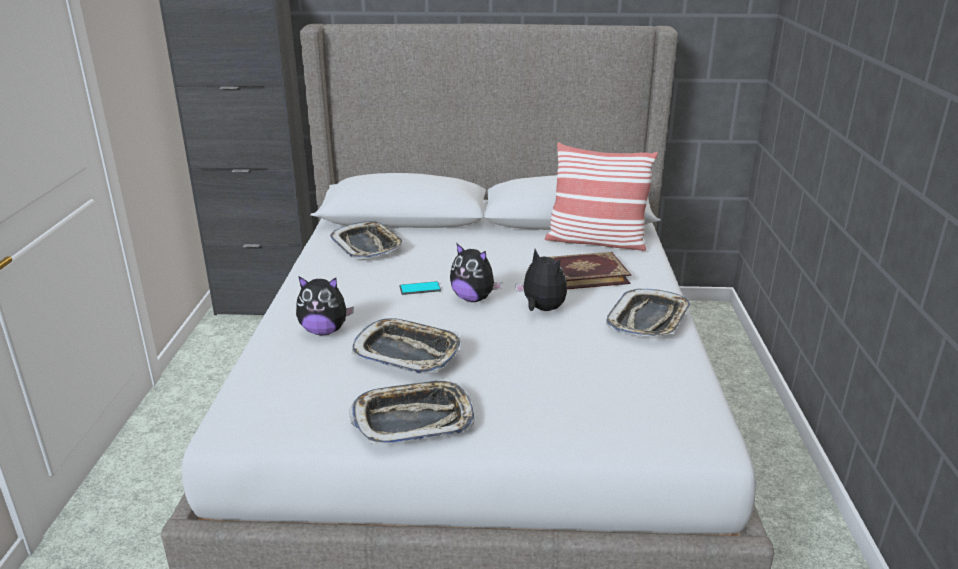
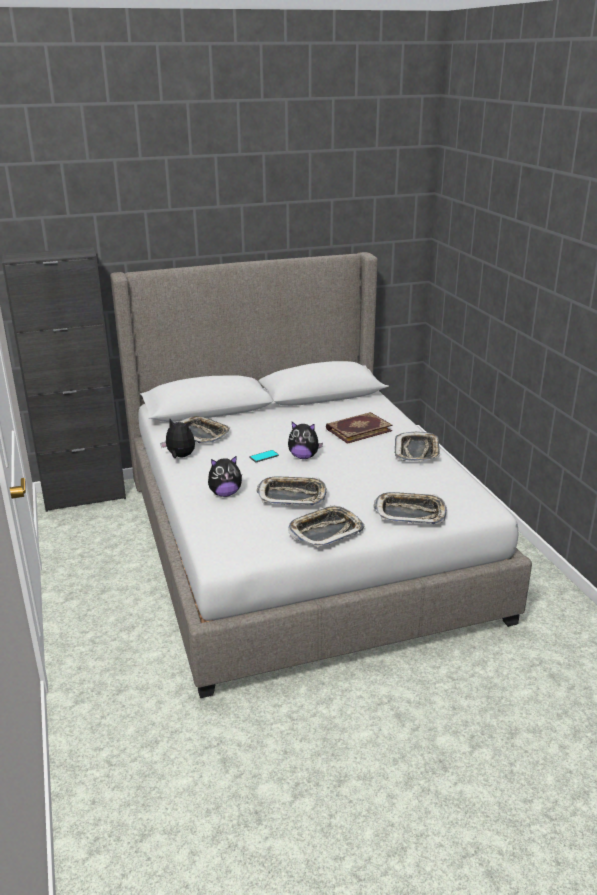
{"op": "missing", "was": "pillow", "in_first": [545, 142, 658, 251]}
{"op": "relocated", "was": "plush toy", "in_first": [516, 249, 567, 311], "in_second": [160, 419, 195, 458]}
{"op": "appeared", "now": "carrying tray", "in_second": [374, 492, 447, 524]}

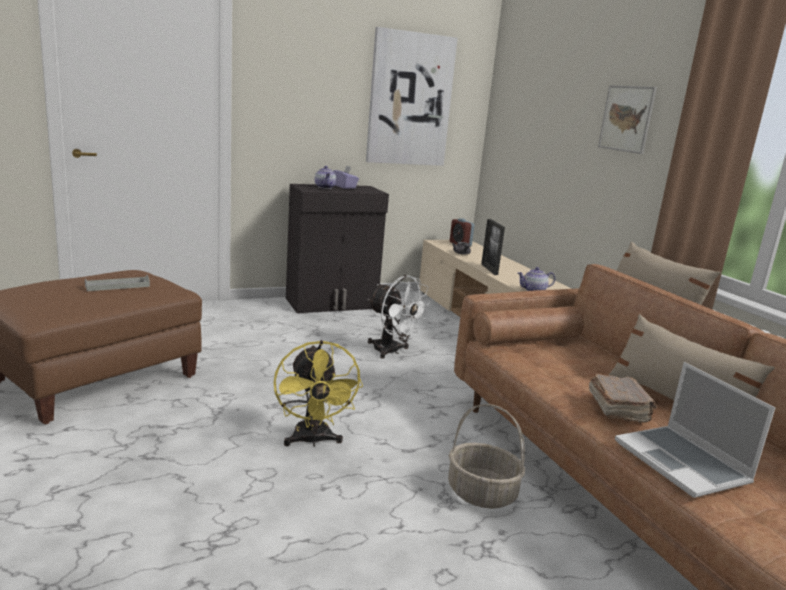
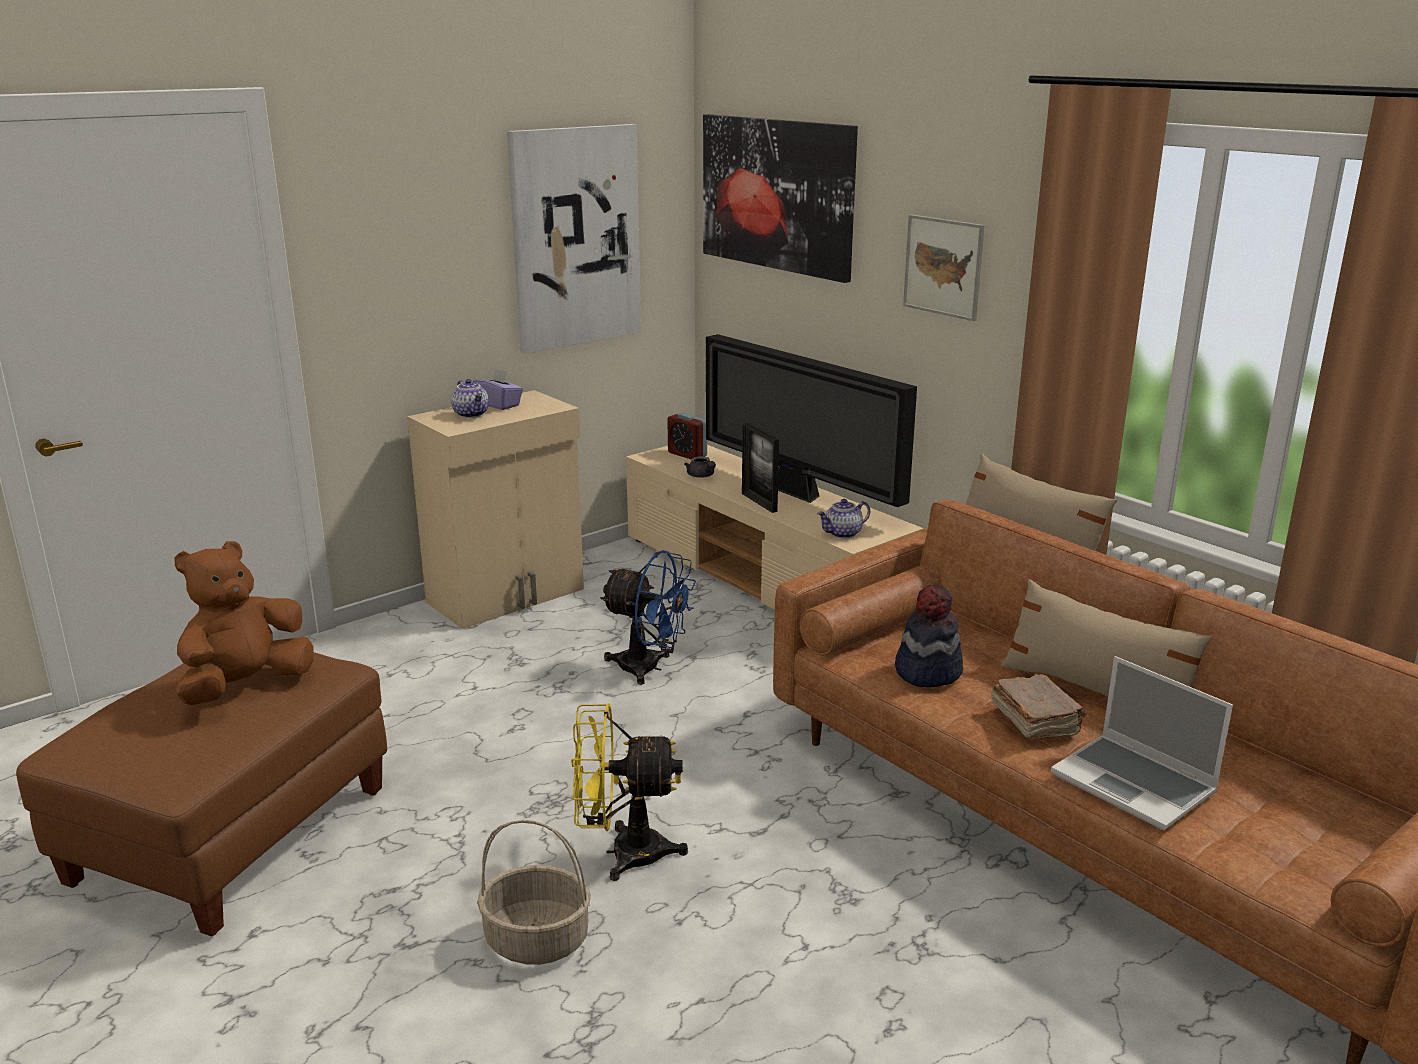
{"op": "colour", "was": "black-coloured cupboard", "now": "beige-coloured cupboard", "in_first": [286, 184, 389, 313], "in_second": [407, 390, 584, 629]}
{"op": "exchanged", "was": "grey carrying tray", "now": "brownish plush toy", "in_first": [85, 275, 150, 291], "in_second": [175, 541, 314, 705]}
{"op": "colour", "was": "white-coloured cooling fan", "now": "blue-coloured cooling fan", "in_first": [367, 275, 430, 359], "in_second": [600, 550, 696, 685]}
{"op": "spun", "was": "yellow cooling fan", "in_first": [274, 340, 363, 447], "in_second": [571, 703, 688, 881], "clockwise": 120}
{"op": "relocated", "was": "basket", "in_first": [448, 404, 525, 509], "in_second": [477, 820, 591, 965]}
{"op": "appeared", "now": "wall picture", "in_second": [703, 114, 858, 283]}
{"op": "appeared", "now": "TV", "in_second": [706, 334, 917, 508]}
{"op": "appeared", "now": "wearable hat", "in_second": [895, 585, 963, 687]}

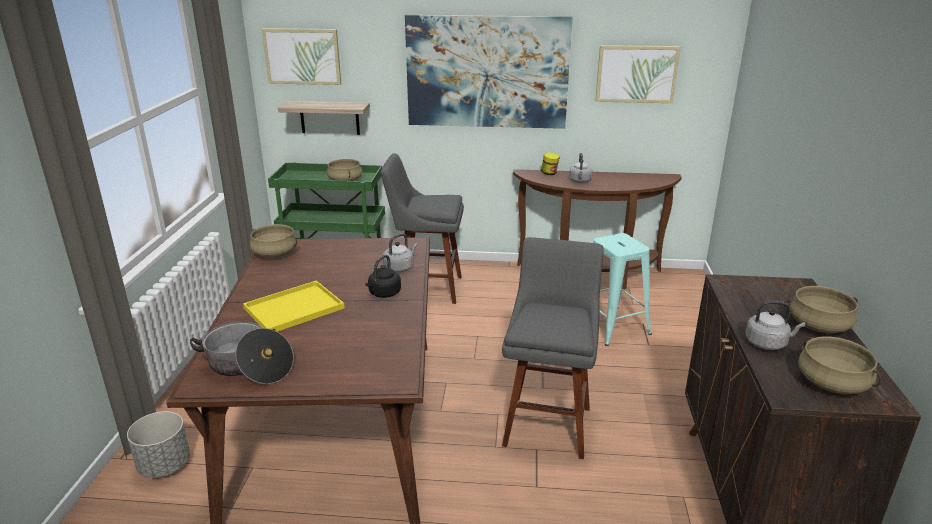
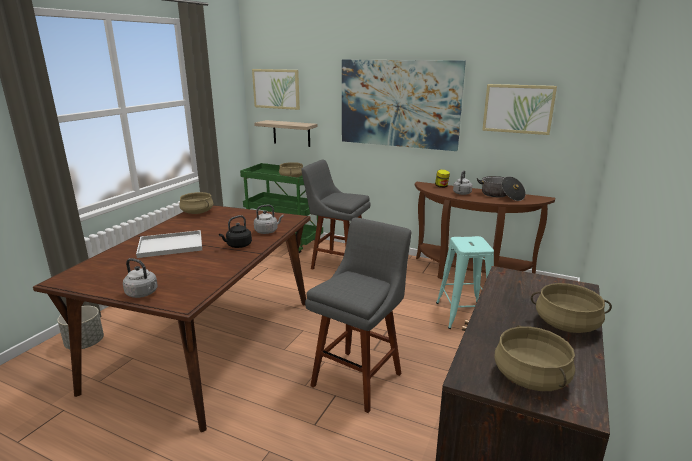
{"op": "colour", "was": "yellow carrying tray", "now": "white-coloured carrying tray", "in_first": [243, 281, 345, 332], "in_second": [136, 230, 202, 258]}
{"op": "relocated", "was": "grey water kettle", "in_first": [745, 301, 805, 350], "in_second": [123, 258, 157, 298]}
{"op": "relocated", "was": "stockpot", "in_first": [190, 321, 294, 384], "in_second": [477, 176, 526, 201]}

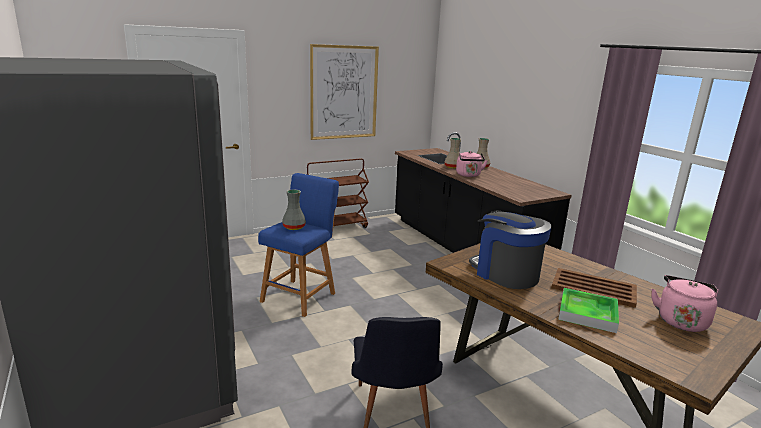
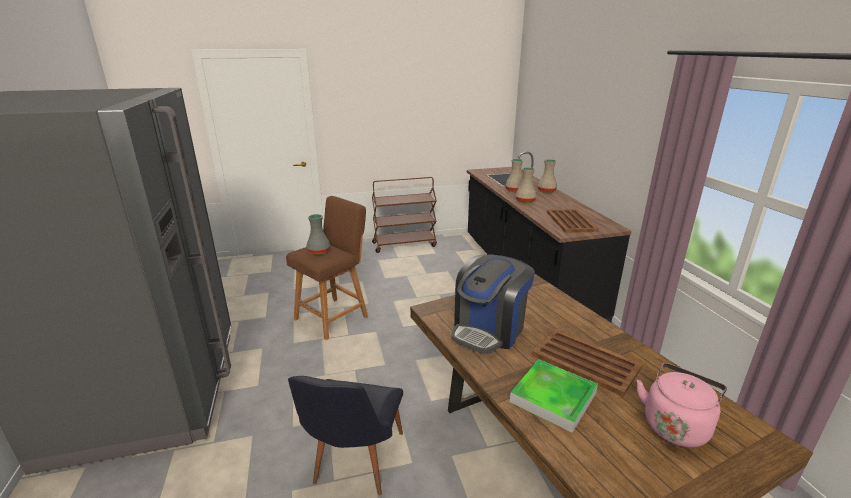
{"op": "missing", "was": "wall picture", "in_first": [310, 44, 379, 140]}
{"op": "exchanged", "was": "pink-coloured water kettle", "now": "beige-coloured decorative vase", "in_first": [456, 151, 488, 177], "in_second": [516, 167, 537, 203]}
{"op": "colour", "was": "blue-coloured stool", "now": "brownish stool", "in_first": [258, 173, 339, 317], "in_second": [286, 196, 368, 340]}
{"op": "spun", "was": "coffee brewer", "in_first": [469, 210, 551, 289], "in_second": [451, 254, 535, 354], "clockwise": -120}
{"op": "appeared", "now": "brownish carrying tray", "in_second": [547, 209, 599, 233]}

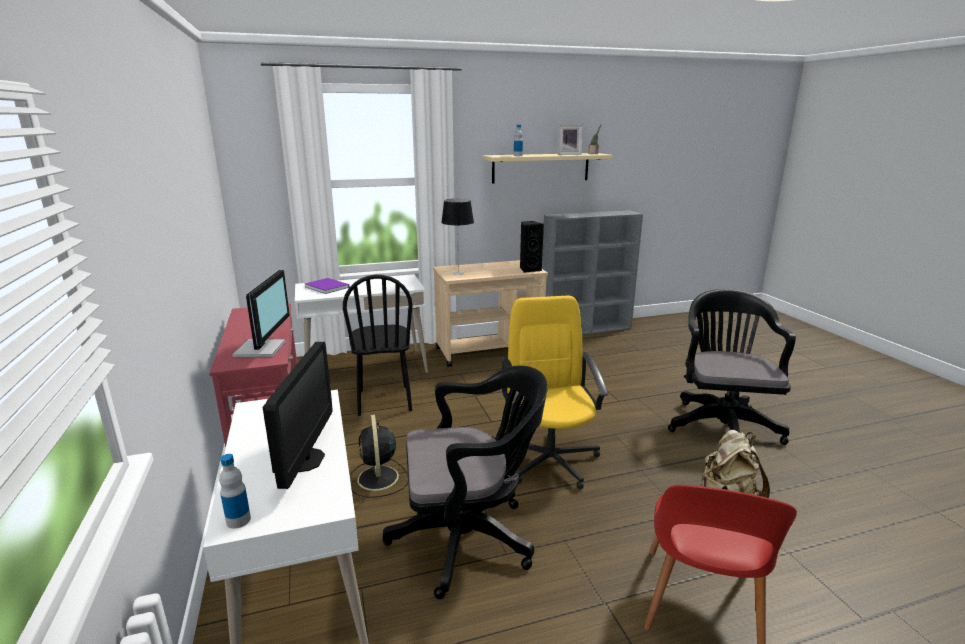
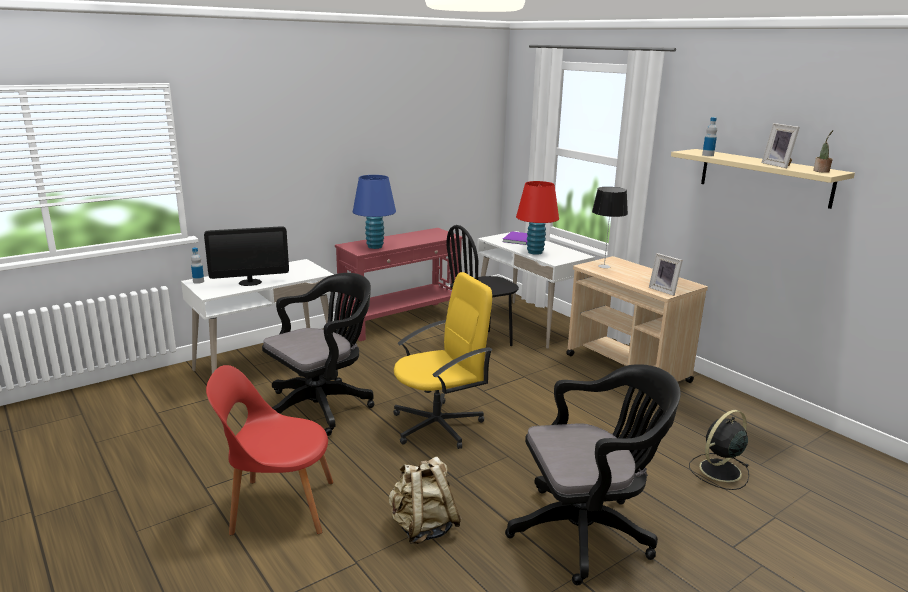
{"op": "missing", "was": "grey bookcase", "in_first": [542, 210, 643, 335]}
{"op": "exchanged", "was": "black-coloured loudspeaker", "now": "picture frame", "in_first": [520, 221, 544, 273], "in_second": [649, 253, 683, 296]}
{"op": "exchanged", "was": "computer screen", "now": "blue-coloured table lamp", "in_first": [232, 270, 290, 357], "in_second": [353, 175, 396, 249]}
{"op": "spun", "was": "black-coloured desk chair", "in_first": [382, 366, 548, 599], "in_second": [262, 273, 374, 436], "clockwise": -105}
{"op": "relocated", "was": "black-coloured cooling fan", "in_first": [350, 414, 408, 498], "in_second": [689, 410, 749, 490]}
{"op": "appeared", "now": "red-coloured table lamp", "in_second": [516, 181, 559, 255]}

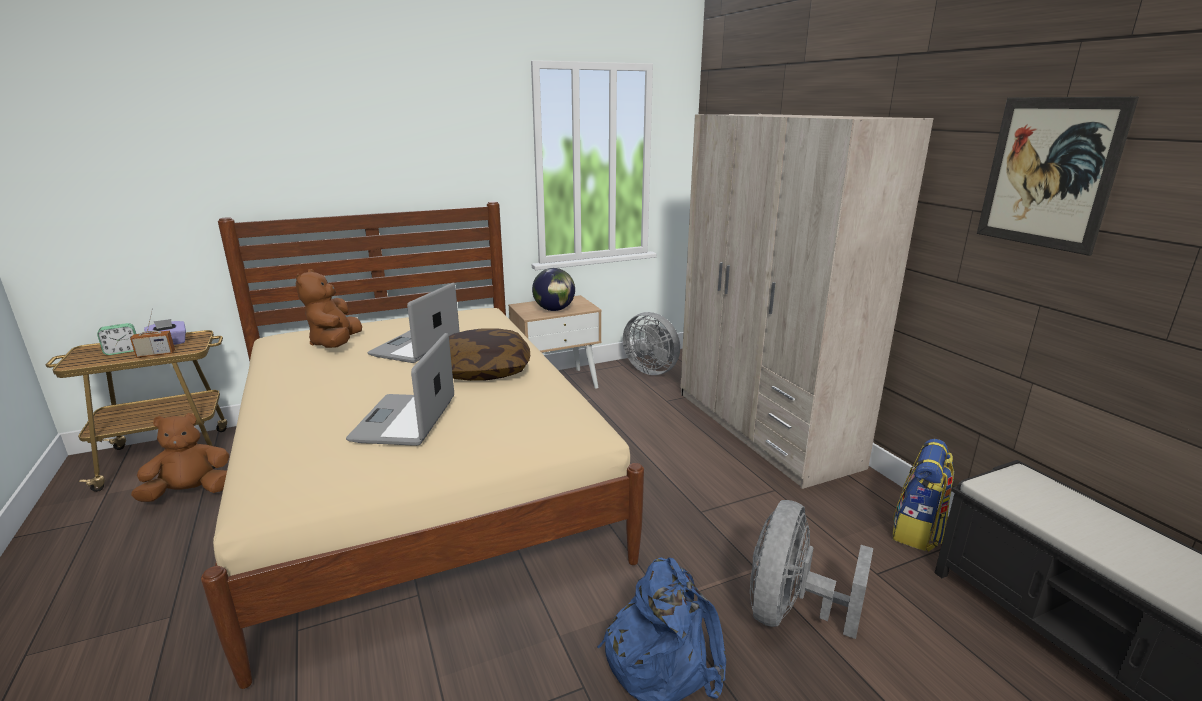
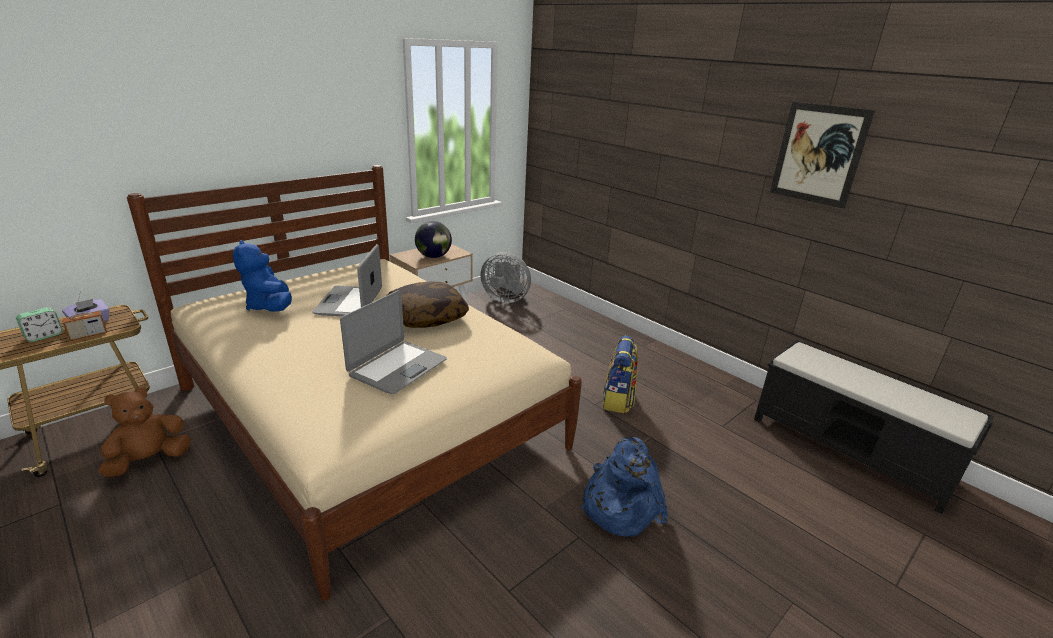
{"op": "missing", "was": "beige-coloured wardrobe", "in_first": [681, 114, 933, 489]}
{"op": "colour", "was": "brownish plush toy", "now": "blue-coloured plush toy", "in_first": [295, 269, 362, 348], "in_second": [233, 240, 292, 312]}
{"op": "spun", "was": "laptop", "in_first": [346, 333, 454, 446], "in_second": [340, 290, 447, 394], "clockwise": -135}
{"op": "relocated", "was": "rucksack", "in_first": [892, 439, 954, 552], "in_second": [603, 336, 639, 413]}
{"op": "missing", "was": "grey cooling fan", "in_first": [750, 500, 873, 639]}

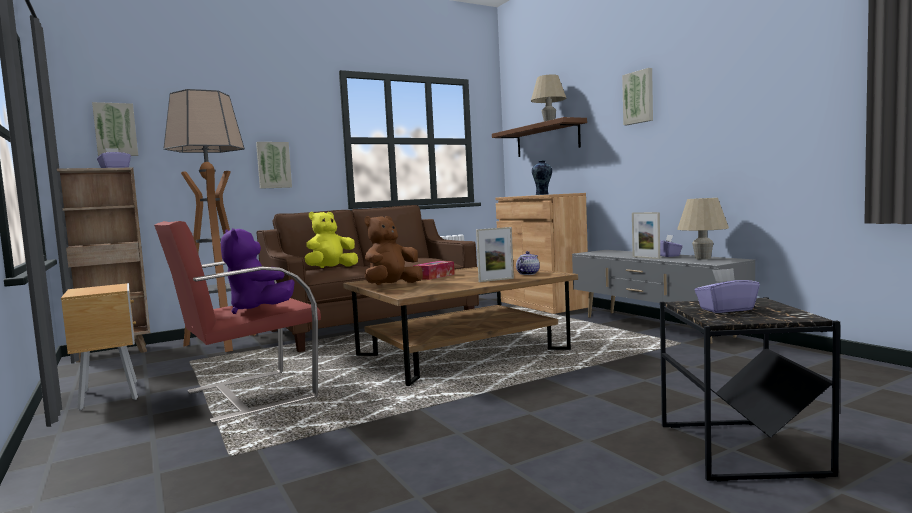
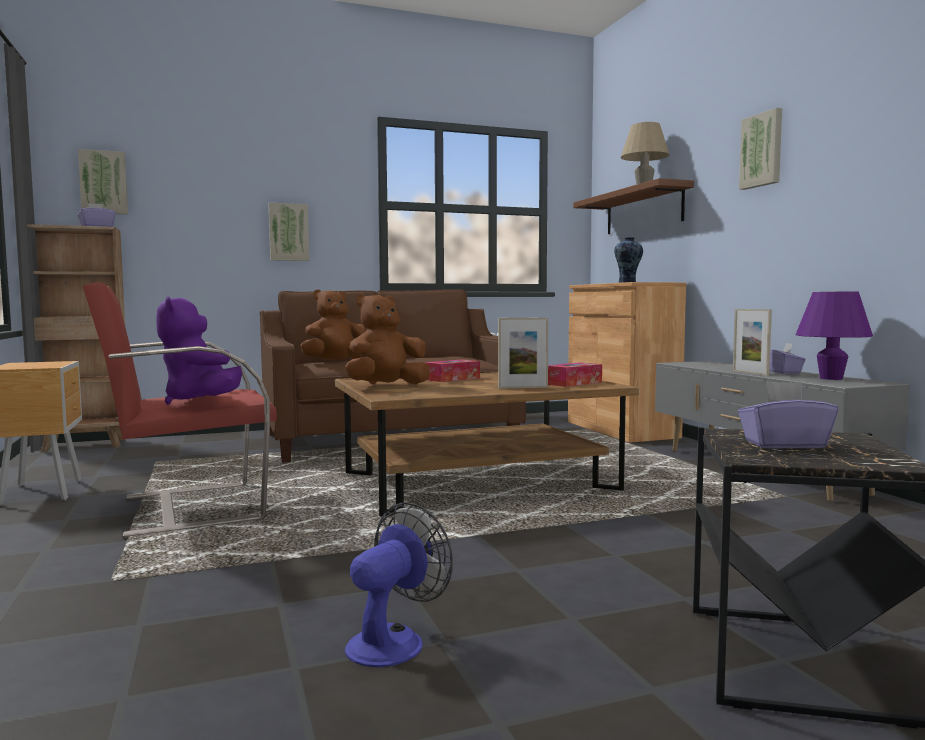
{"op": "missing", "was": "standard lamp", "in_first": [163, 89, 256, 352]}
{"op": "colour", "was": "beige-coloured table lamp", "now": "purple-coloured table lamp", "in_first": [677, 198, 729, 260], "in_second": [795, 292, 873, 380]}
{"op": "colour", "was": "yellow plush toy", "now": "brownish plush toy", "in_first": [305, 212, 358, 268], "in_second": [301, 289, 366, 361]}
{"op": "exchanged", "was": "teapot", "now": "tissue holder", "in_first": [516, 251, 540, 275], "in_second": [548, 362, 602, 387]}
{"op": "appeared", "now": "cooling fan", "in_second": [345, 503, 453, 668]}

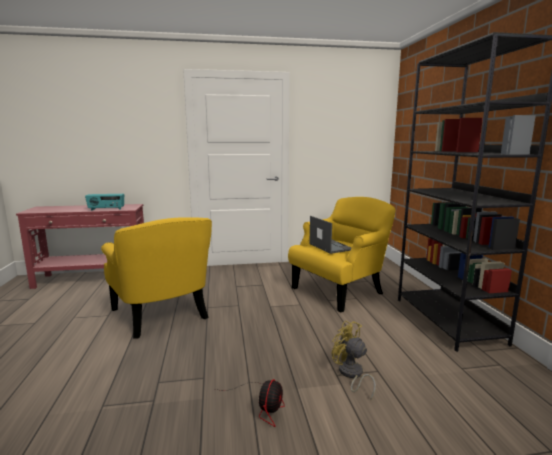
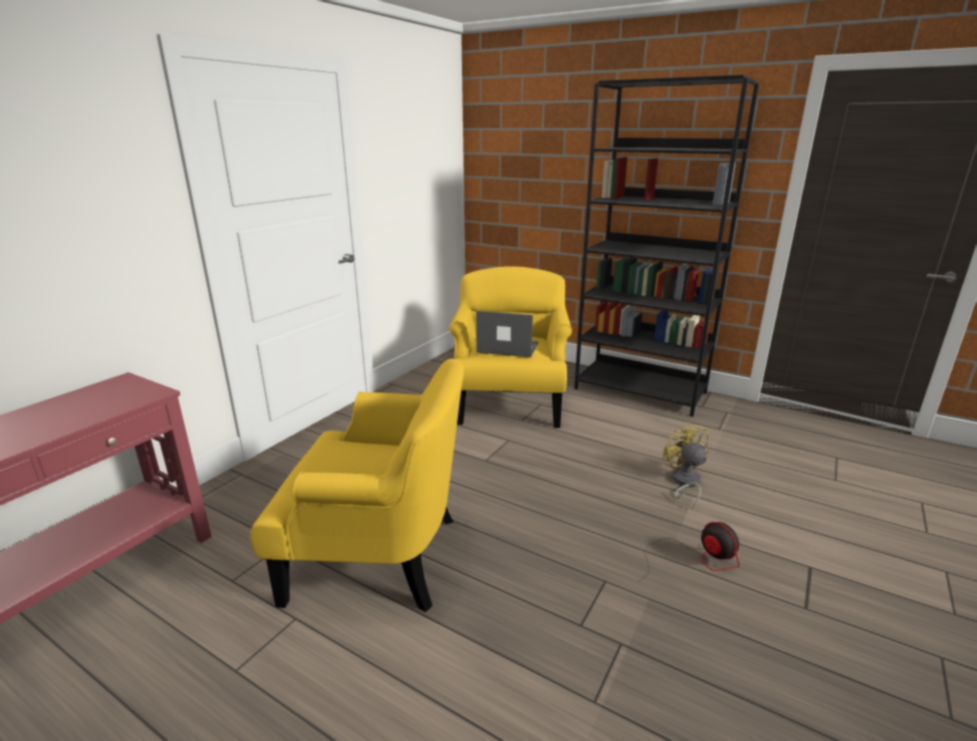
{"op": "missing", "was": "radio", "in_first": [85, 194, 124, 210]}
{"op": "spun", "was": "yellow cooling fan", "in_first": [332, 321, 376, 401], "in_second": [663, 422, 709, 510], "clockwise": 75}

